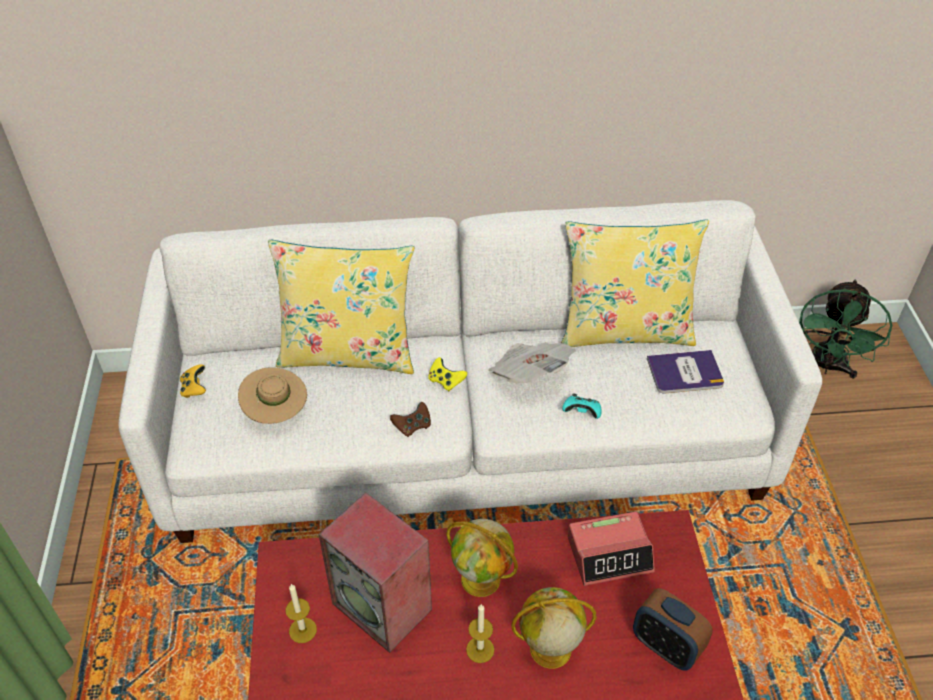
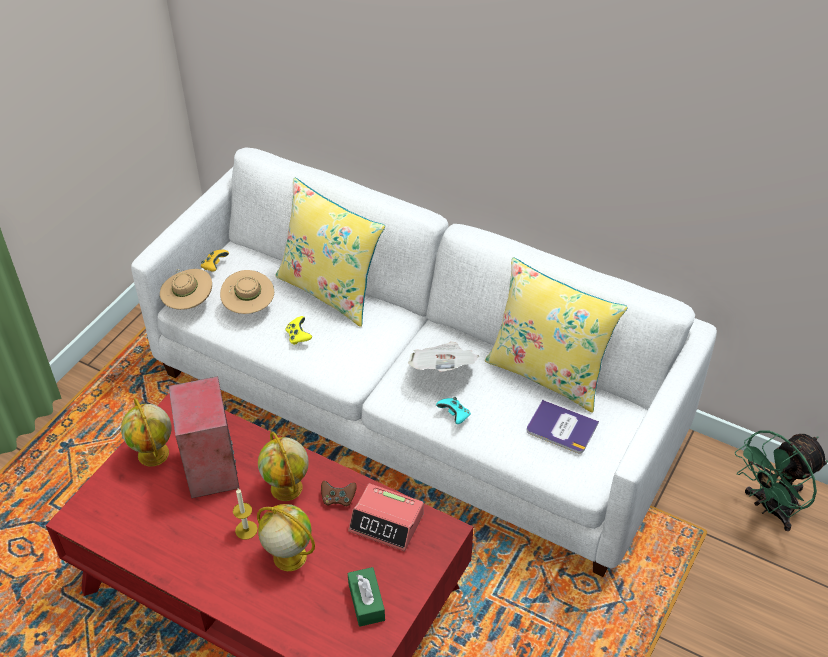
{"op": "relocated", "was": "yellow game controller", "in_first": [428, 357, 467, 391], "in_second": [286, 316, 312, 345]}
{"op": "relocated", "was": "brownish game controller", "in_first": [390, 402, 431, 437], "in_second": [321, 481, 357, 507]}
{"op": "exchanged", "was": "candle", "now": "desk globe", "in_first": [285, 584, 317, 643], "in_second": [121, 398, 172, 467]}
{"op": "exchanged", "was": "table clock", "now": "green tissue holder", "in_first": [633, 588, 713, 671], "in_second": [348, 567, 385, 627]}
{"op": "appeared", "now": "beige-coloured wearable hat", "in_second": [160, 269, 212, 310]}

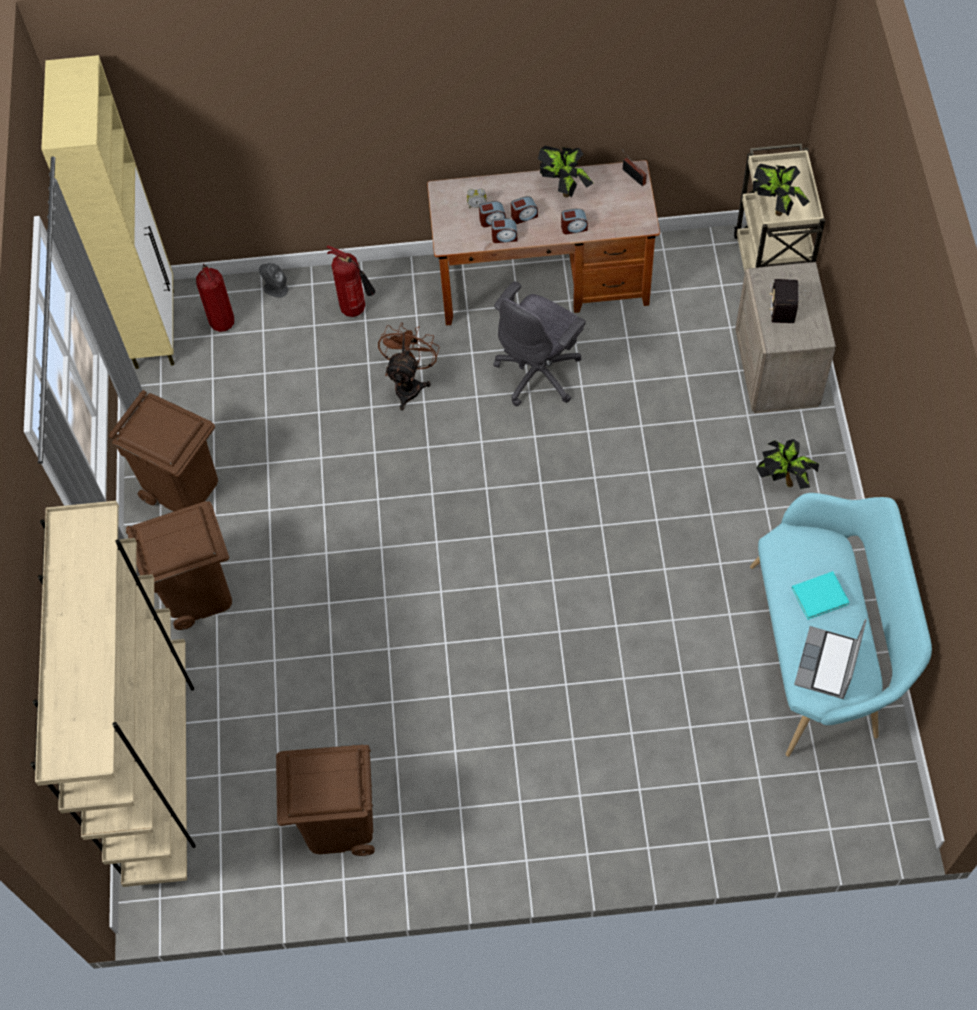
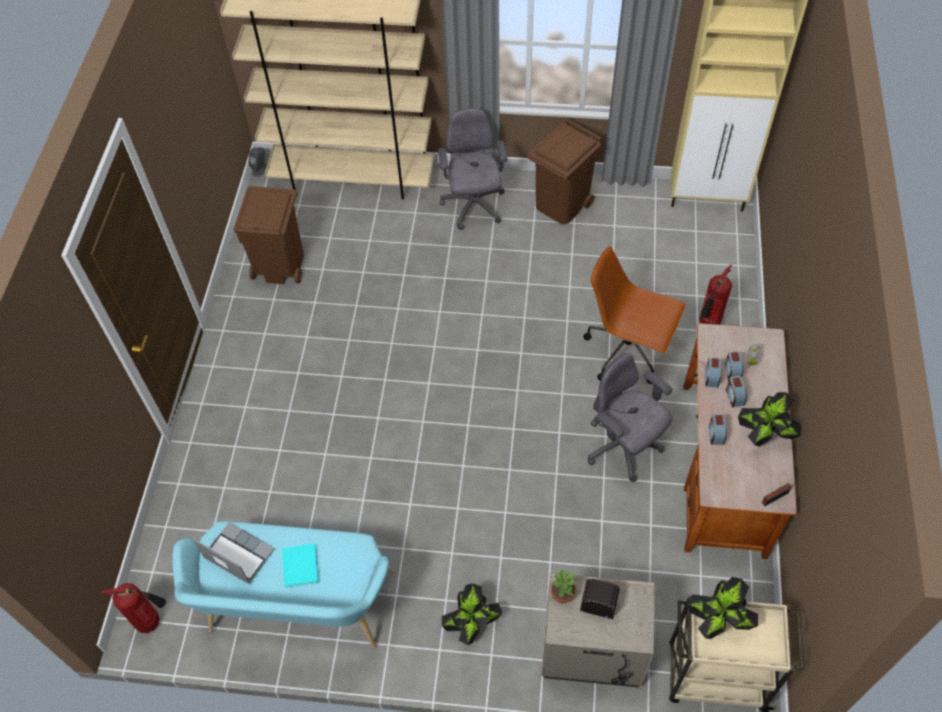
{"op": "relocated", "was": "grey loudspeaker", "in_first": [259, 263, 289, 298], "in_second": [248, 147, 267, 177]}
{"op": "relocated", "was": "fire-fighting cylinder", "in_first": [196, 264, 234, 332], "in_second": [101, 583, 166, 633]}
{"op": "exchanged", "was": "brownish cooling fan", "now": "brownish desk chair", "in_first": [378, 322, 440, 411], "in_second": [583, 246, 686, 384]}
{"op": "exchanged", "was": "brownish rubbish bin", "now": "grey desk chair", "in_first": [126, 501, 232, 630], "in_second": [438, 108, 507, 230]}
{"op": "appeared", "now": "plant in a pot", "in_second": [550, 569, 576, 603]}

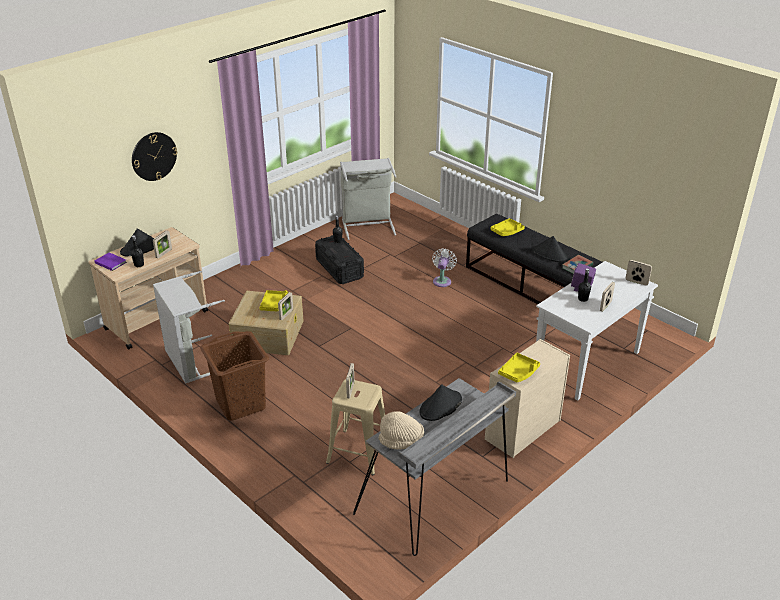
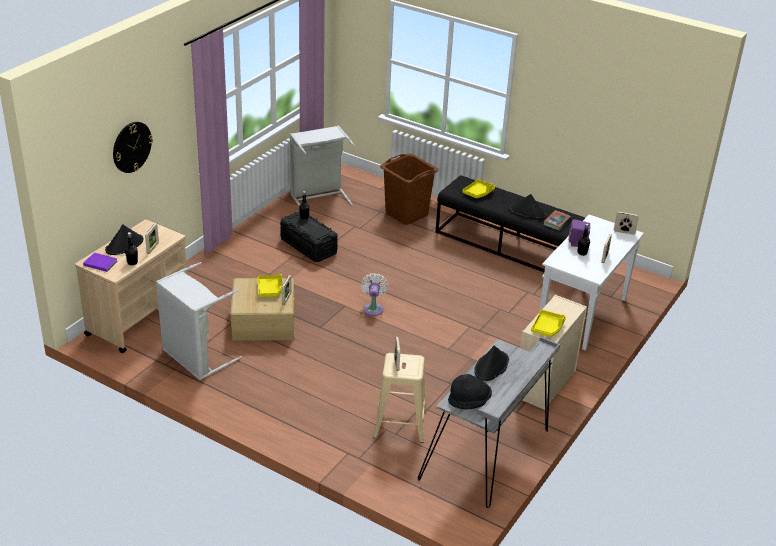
{"op": "relocated", "was": "white-coloured cooling fan", "in_first": [432, 249, 457, 287], "in_second": [361, 274, 388, 316]}
{"op": "relocated", "was": "brownish laundry basket", "in_first": [200, 331, 269, 421], "in_second": [380, 154, 439, 225]}
{"op": "colour", "was": "beige-coloured wearable hat", "now": "black-coloured wearable hat", "in_first": [379, 411, 424, 449], "in_second": [448, 374, 492, 410]}

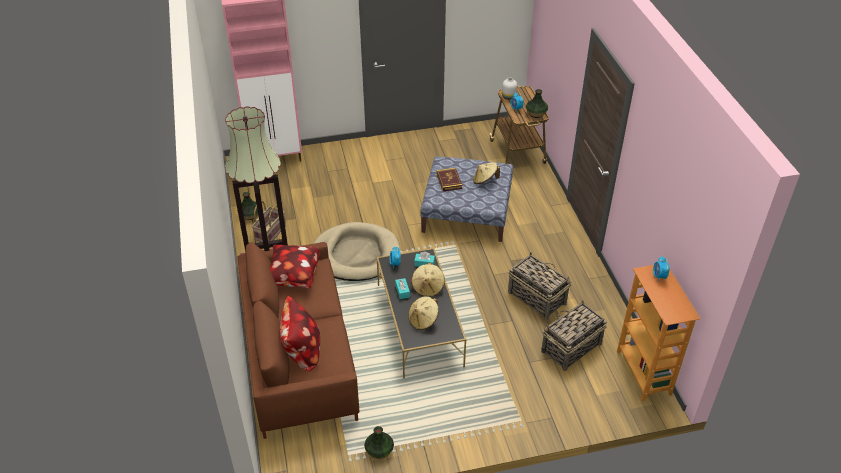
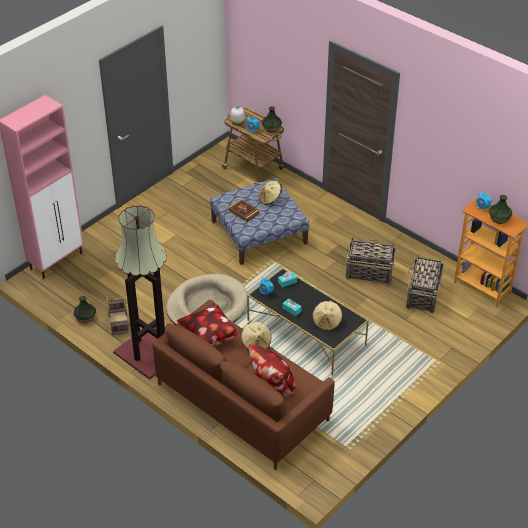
{"op": "relocated", "was": "beige-coloured wearable hat", "in_first": [411, 263, 445, 297], "in_second": [241, 321, 271, 350]}
{"op": "relocated", "was": "decorative vase", "in_first": [364, 426, 394, 459], "in_second": [489, 195, 512, 224]}

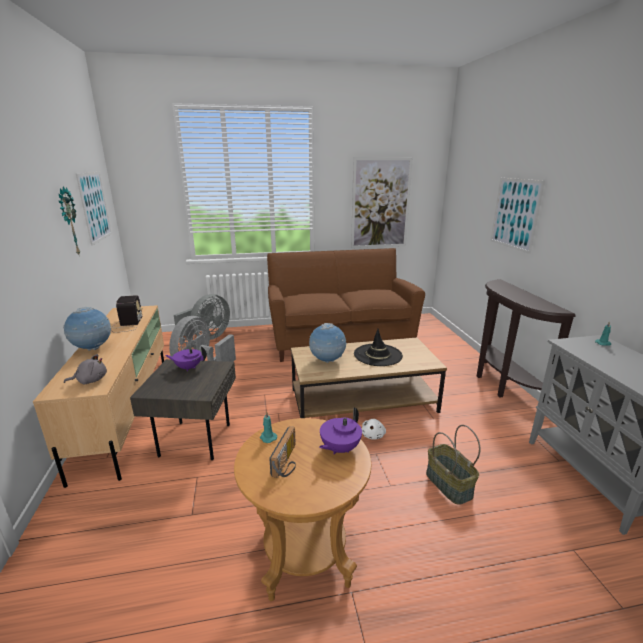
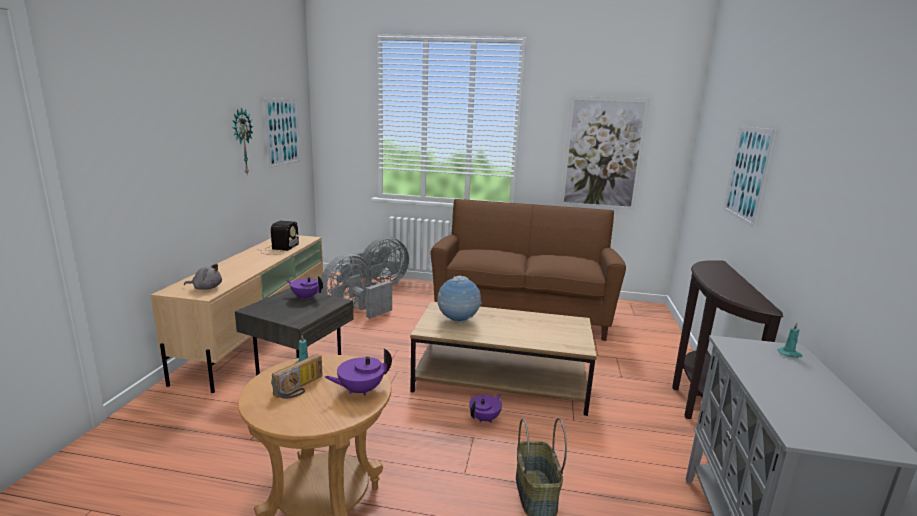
{"op": "missing", "was": "desk globe", "in_first": [63, 307, 111, 351]}
{"op": "missing", "was": "black-coloured wearable hat", "in_first": [354, 329, 403, 366]}
{"op": "exchanged", "was": "white-coloured plush toy", "now": "purple-coloured teapot", "in_first": [362, 419, 386, 440], "in_second": [469, 394, 502, 423]}

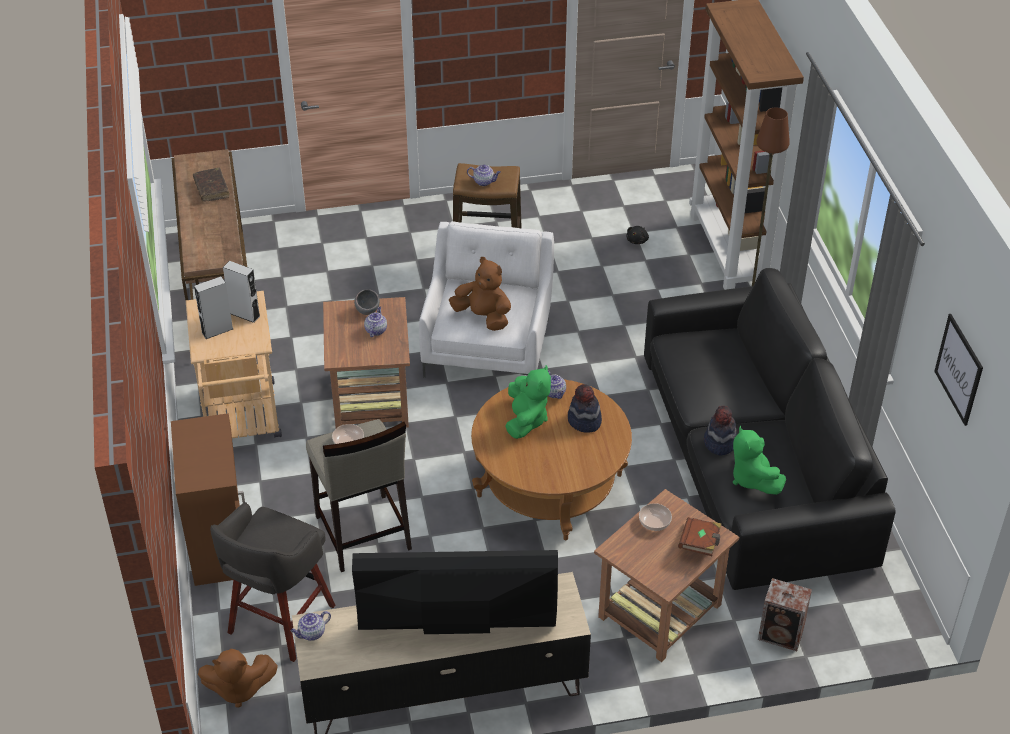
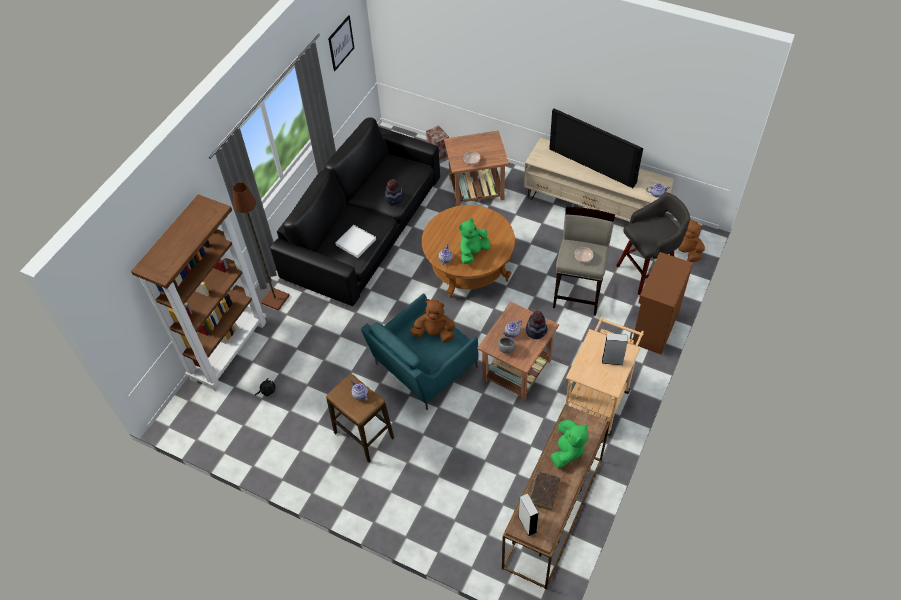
{"op": "colour", "was": "white-coloured armchair", "now": "blue-green armchair", "in_first": [419, 221, 554, 378], "in_second": [361, 293, 478, 410]}
{"op": "spun", "was": "brownish plush toy", "in_first": [449, 257, 511, 331], "in_second": [410, 299, 455, 343], "clockwise": 120}
{"op": "relocated", "was": "grey loudspeaker", "in_first": [223, 261, 260, 323], "in_second": [518, 494, 539, 536]}
{"op": "relocated", "was": "wearable hat", "in_first": [568, 384, 602, 433], "in_second": [526, 311, 547, 339]}
{"op": "relocated", "was": "green plush toy", "in_first": [733, 426, 786, 495], "in_second": [551, 420, 588, 468]}
{"op": "missing", "was": "brownish book", "in_first": [678, 517, 721, 556]}
{"op": "appeared", "now": "white-coloured carrying tray", "in_second": [335, 225, 376, 258]}

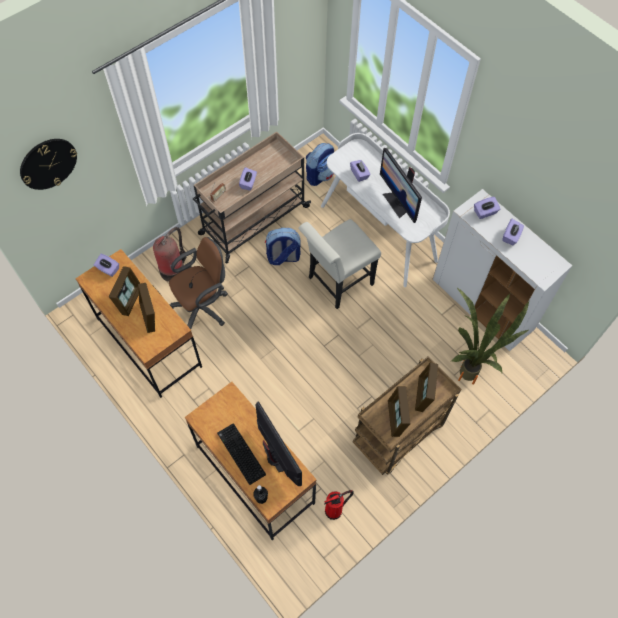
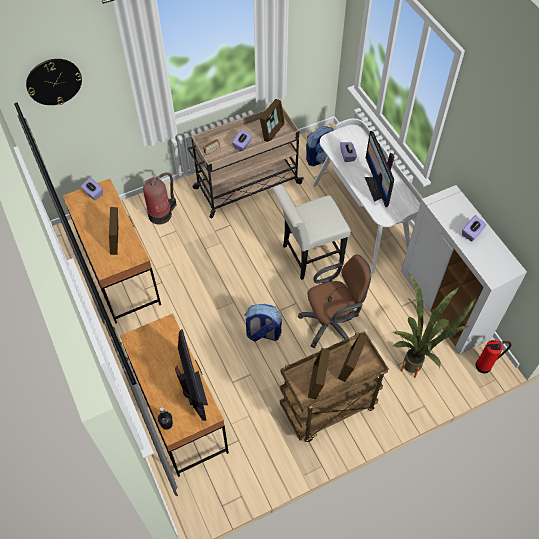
{"op": "missing", "was": "purple-coloured tissue holder", "in_first": [474, 197, 501, 219]}
{"op": "relocated", "was": "rucksack", "in_first": [265, 228, 301, 265], "in_second": [244, 304, 282, 341]}
{"op": "relocated", "was": "brownish desk chair", "in_first": [169, 237, 228, 329], "in_second": [298, 255, 371, 348]}
{"op": "relocated", "was": "picture frame", "in_first": [109, 266, 141, 316], "in_second": [260, 99, 285, 142]}
{"op": "missing", "was": "computer keyboard", "in_first": [217, 423, 266, 485]}
{"op": "relocated", "was": "fire-fighting cylinder", "in_first": [324, 490, 354, 520], "in_second": [475, 340, 512, 373]}

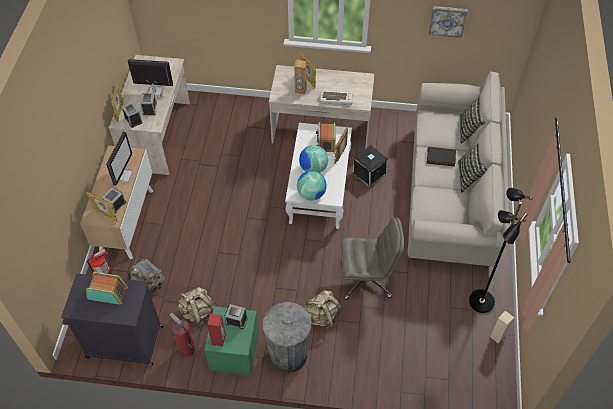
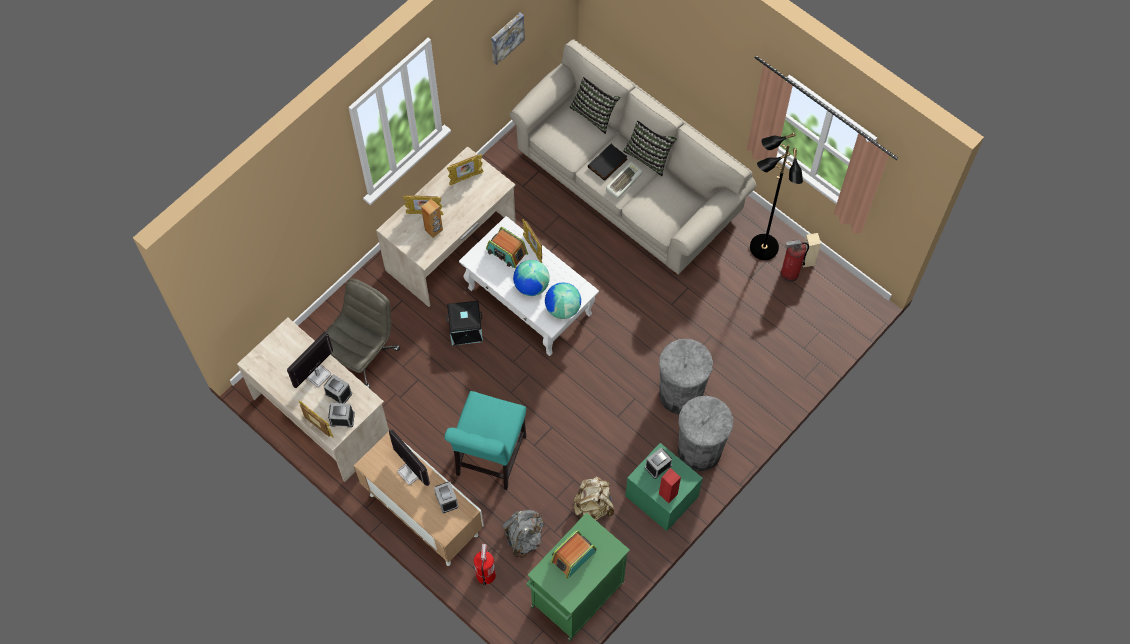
{"op": "relocated", "was": "computer keyboard", "in_first": [320, 90, 353, 105], "in_second": [606, 162, 643, 199]}
{"op": "relocated", "was": "black-coloured storage box", "in_first": [352, 145, 388, 186], "in_second": [446, 301, 483, 345]}
{"op": "relocated", "was": "picture frame", "in_first": [86, 192, 118, 222], "in_second": [447, 154, 484, 185]}
{"op": "relocated", "was": "grey desk chair", "in_first": [340, 217, 404, 300], "in_second": [326, 278, 400, 389]}
{"op": "colour", "was": "black-coloured cupboard", "now": "green cupboard", "in_first": [61, 274, 163, 366], "in_second": [526, 512, 630, 641]}
{"op": "exchanged", "was": "beige-coloured rucksack", "now": "grey rubbish bin", "in_first": [304, 290, 342, 330], "in_second": [659, 339, 713, 415]}
{"op": "relocated", "was": "fire-fighting cylinder", "in_first": [170, 312, 196, 357], "in_second": [780, 239, 809, 282]}
{"op": "appeared", "now": "blue-green upright chair", "in_second": [445, 391, 526, 490]}

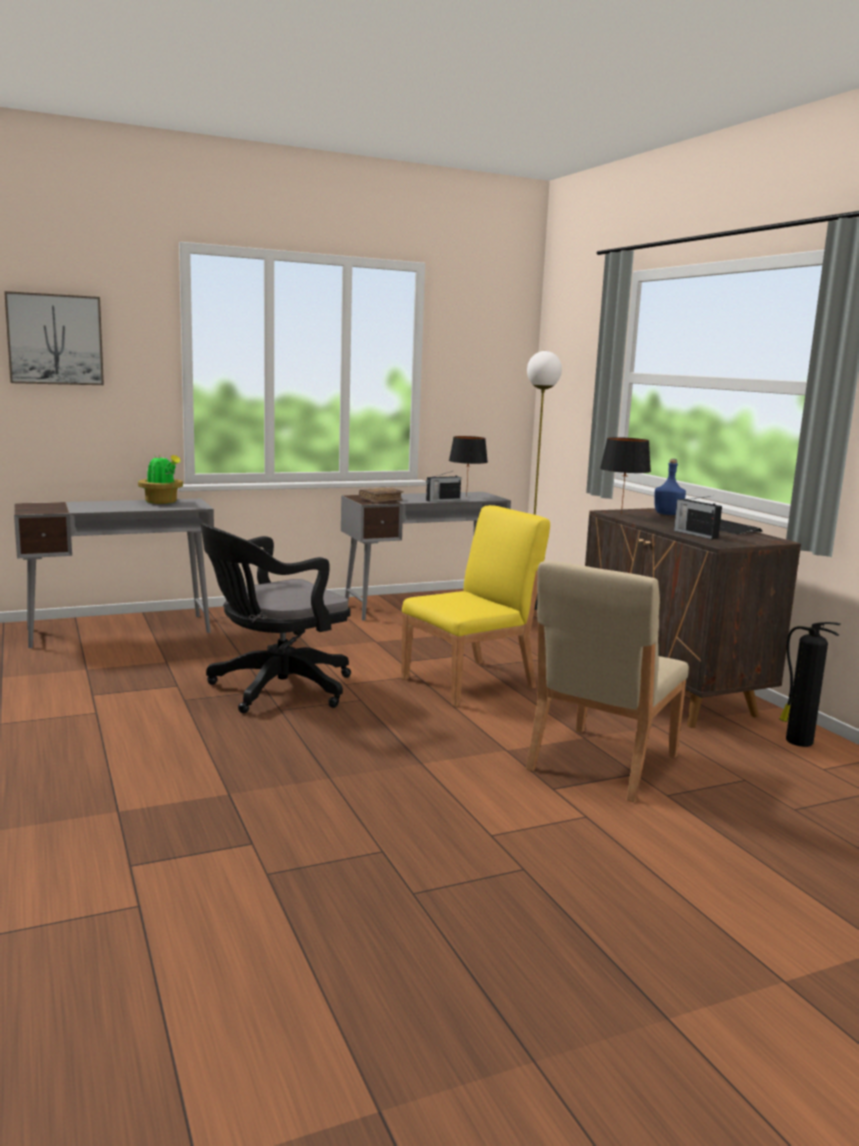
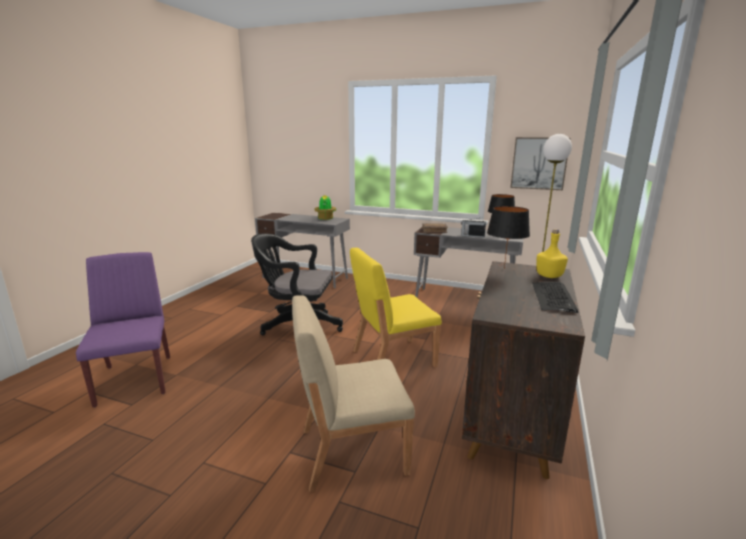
{"op": "relocated", "was": "wall picture", "in_first": [4, 291, 104, 385], "in_second": [510, 137, 570, 190]}
{"op": "colour", "was": "blue-coloured beverage bottle", "now": "yellow beverage bottle", "in_first": [654, 459, 686, 515], "in_second": [536, 229, 568, 278]}
{"op": "missing", "was": "radio", "in_first": [674, 496, 722, 539]}
{"op": "spun", "was": "yellow upright chair", "in_first": [401, 505, 550, 707], "in_second": [350, 248, 442, 367], "clockwise": 150}
{"op": "missing", "was": "fire-fighting cylinder", "in_first": [779, 622, 841, 747]}
{"op": "appeared", "now": "purple-coloured upright chair", "in_second": [76, 252, 170, 407]}

